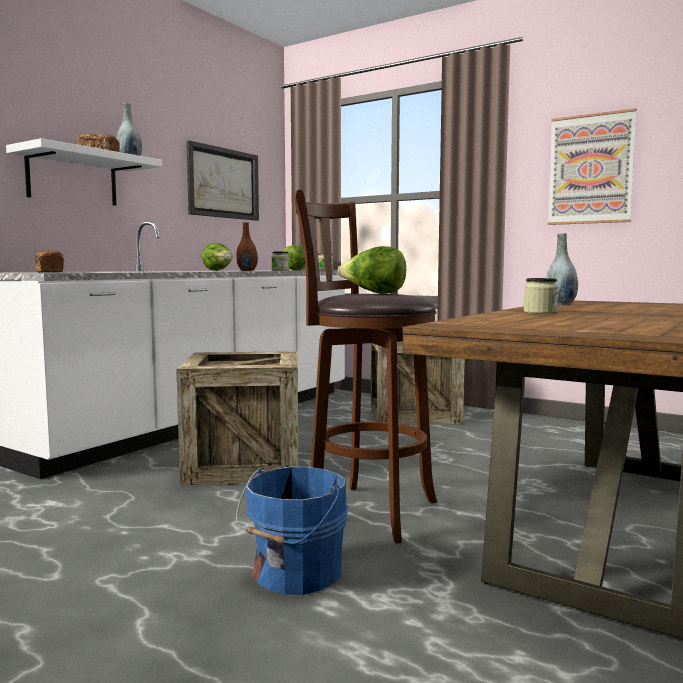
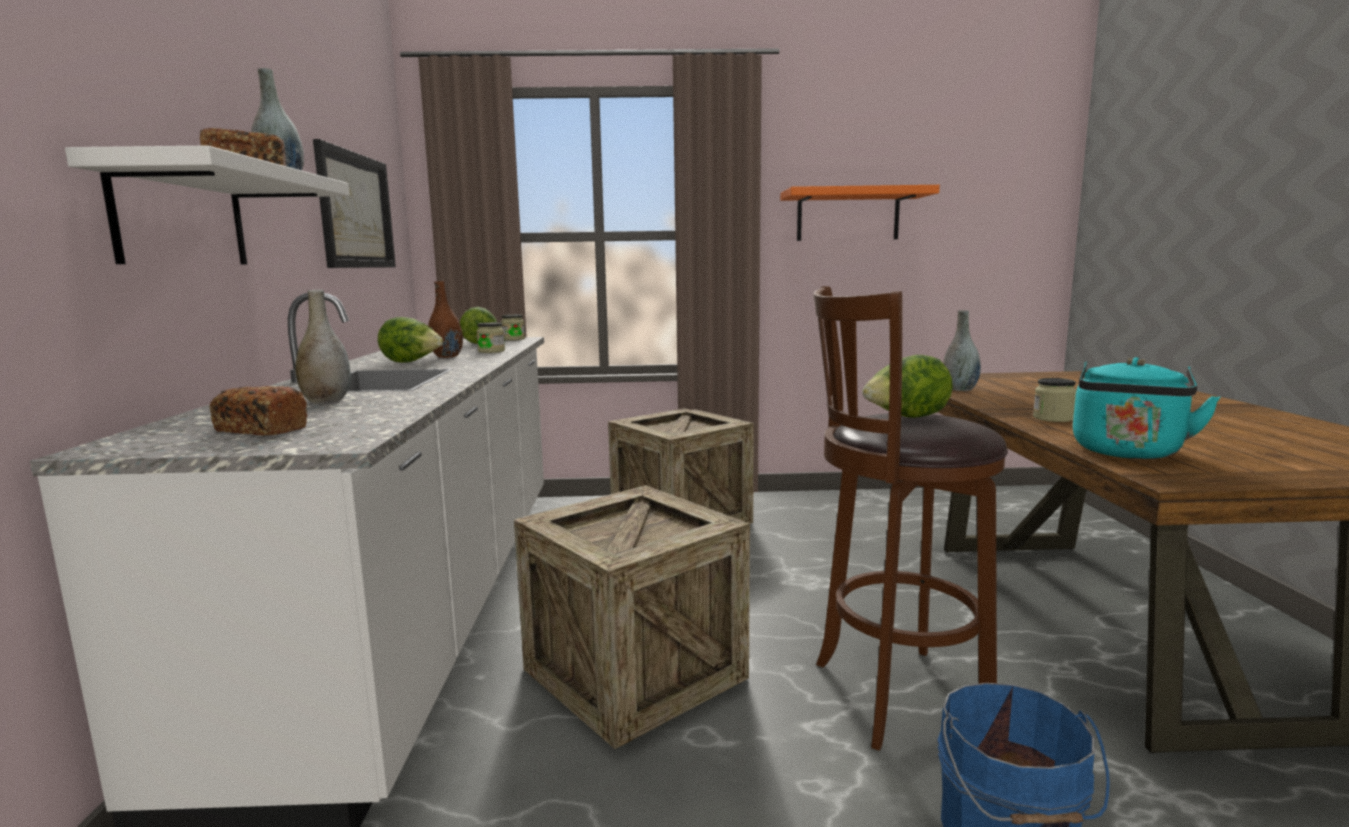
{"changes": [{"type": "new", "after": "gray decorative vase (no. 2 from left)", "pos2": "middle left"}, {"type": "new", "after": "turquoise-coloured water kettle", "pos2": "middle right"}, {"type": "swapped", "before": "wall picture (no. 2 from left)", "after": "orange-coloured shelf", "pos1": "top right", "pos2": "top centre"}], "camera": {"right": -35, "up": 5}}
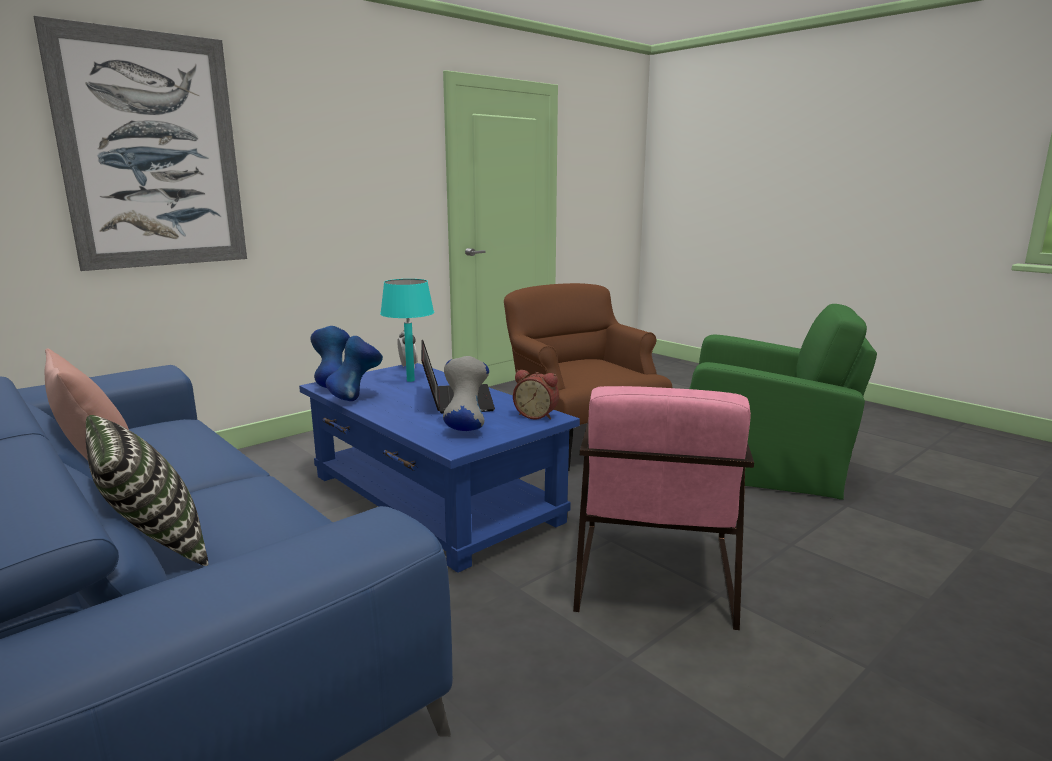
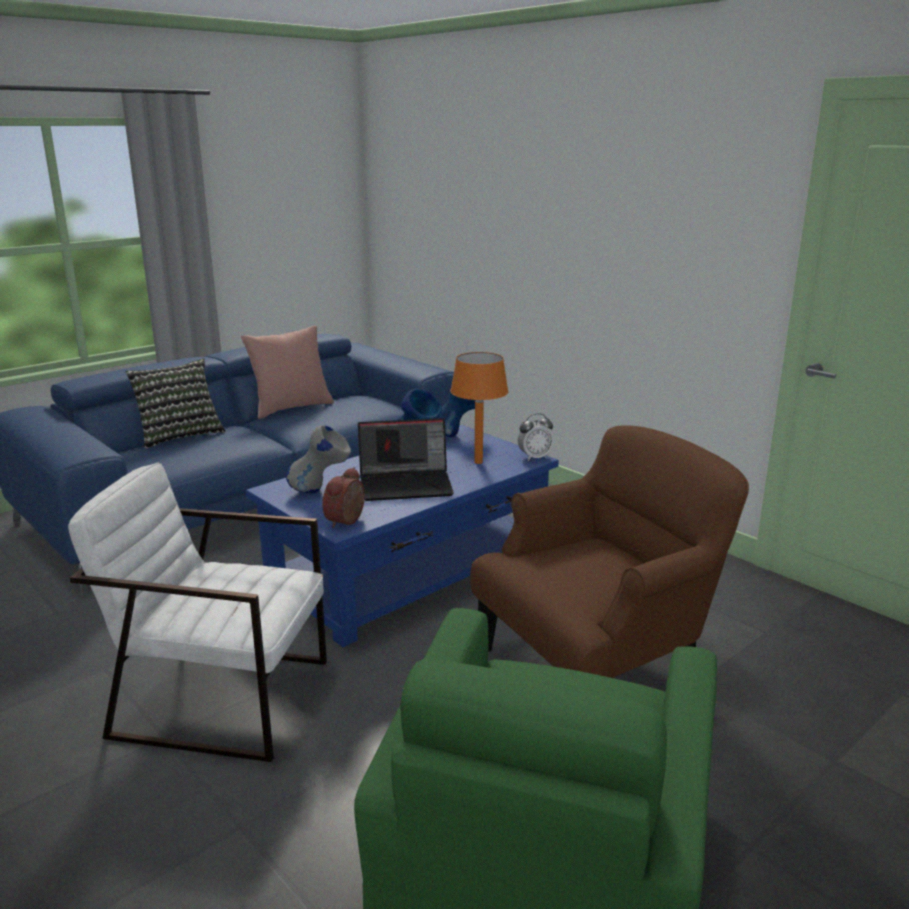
{"changes": [{"type": "gone", "before": "wall picture", "pos1": "top left"}, {"type": "repainted", "before": "turquoise-coloured tabletop lamp", "after": "orange-coloured tabletop lamp", "pos1": "centre", "pos2": "centre"}, {"type": "repainted", "before": "pinkish armchair", "after": "white-coloured armchair", "pos1": "bottom centre", "pos2": "bottom left"}], "camera": {"right": 90, "up": 5}}
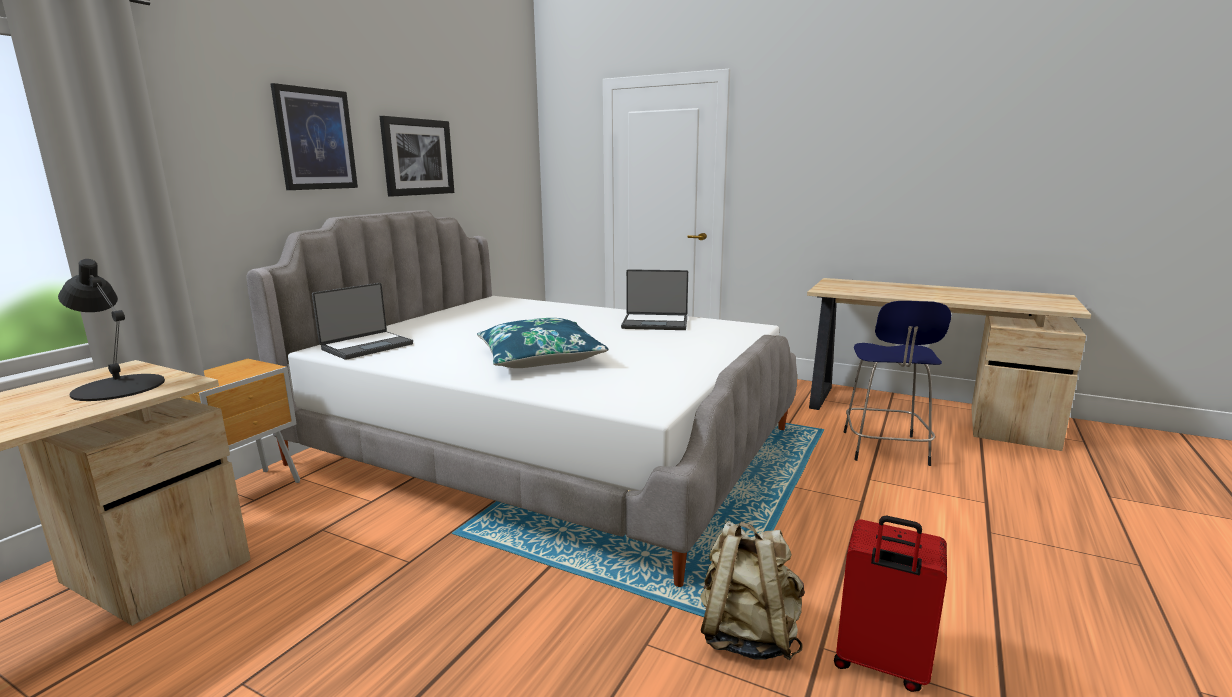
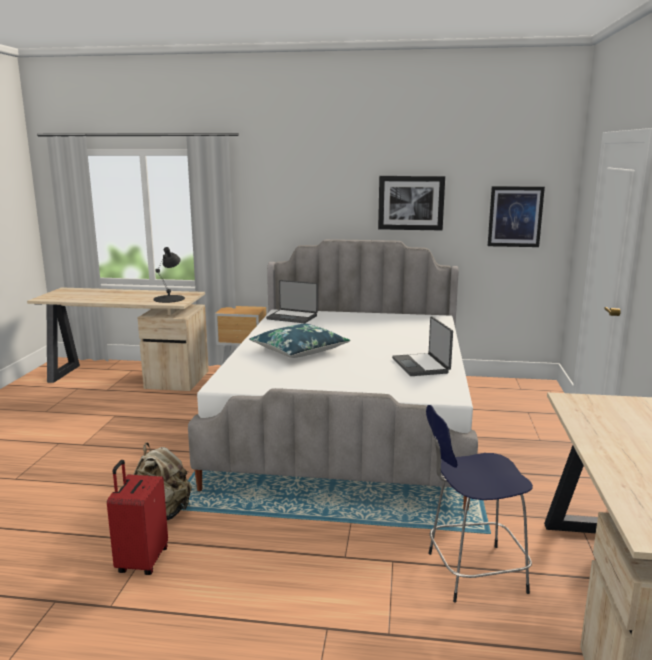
{"changes": [{"type": "shifted", "before": "wall picture (no. 1 from left in the first image)", "after": "wall picture (no. 2 from left)", "pos1": "top left", "pos2": "top right"}], "camera": {"right": 70, "up": 0}}
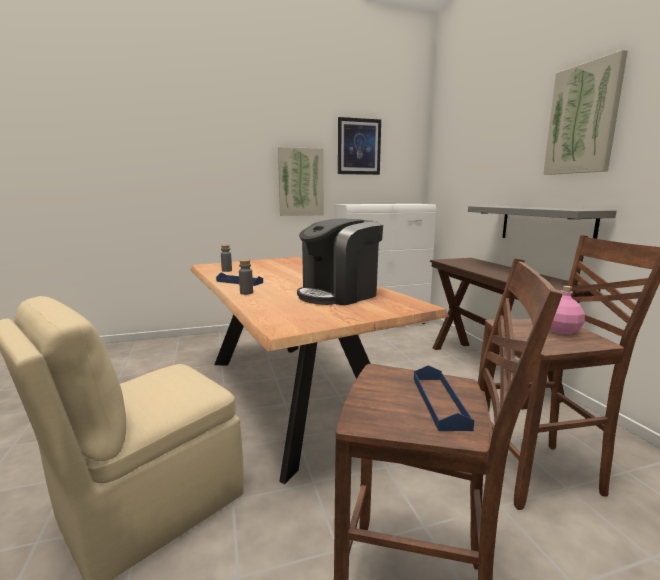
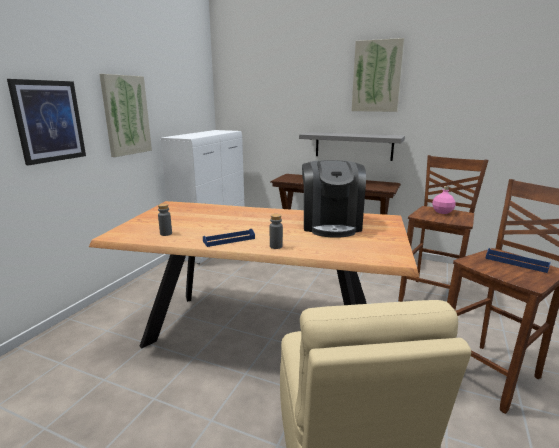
{"changes": [{"type": "shifted", "before": "wall picture (no. 2 from left in the first image)", "after": "wall picture (no. 1 from left)", "pos1": "top centre", "pos2": "top left"}], "camera": {"right": -50, "up": 5}}
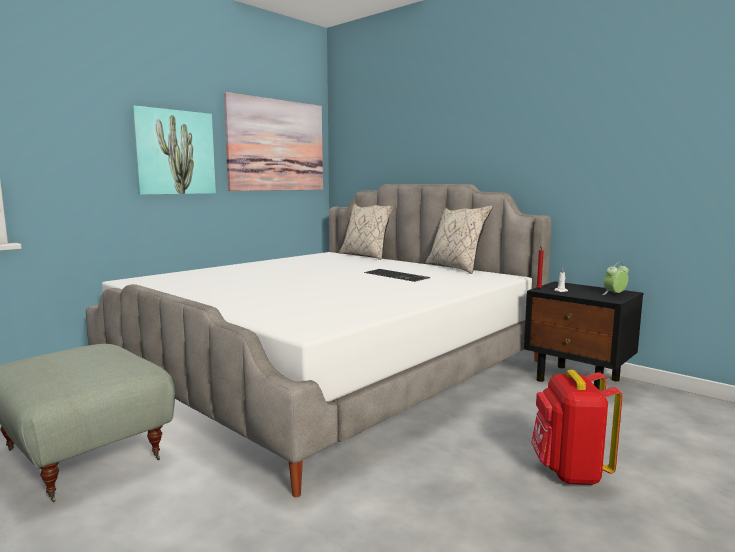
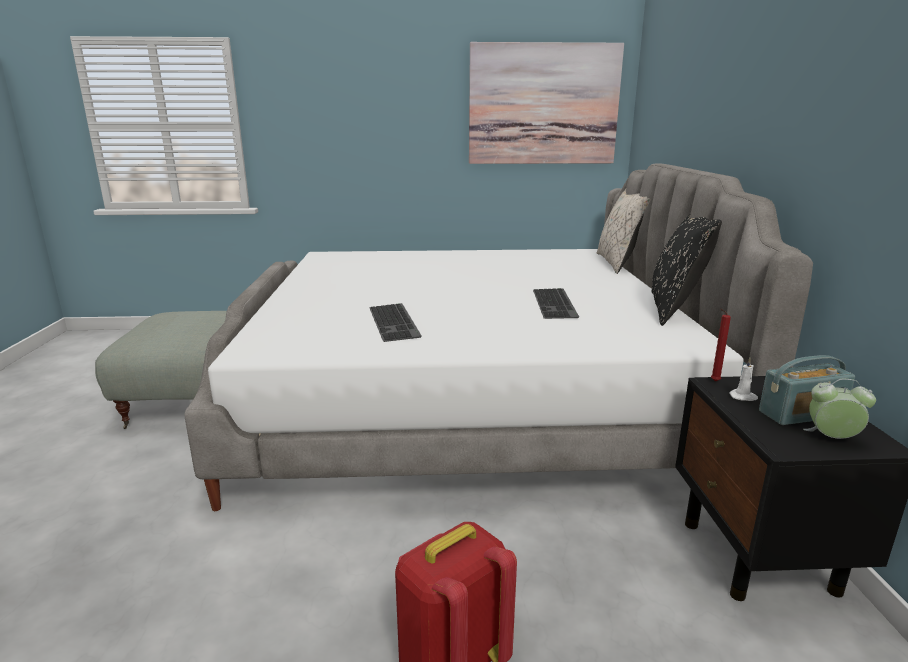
{"changes": [{"type": "gone", "before": "wall picture (no. 1 from left)", "pos1": "top left"}, {"type": "new", "after": "computer keyboard (no. 1 from left)", "pos2": "centre"}, {"type": "new", "after": "radio set", "pos2": "middle right"}, {"type": "repainted", "before": "beige-coloured throw pillow (no. 2 from left)", "after": "black throw pillow", "pos1": "centre", "pos2": "middle right"}], "camera": {"right": 45, "up": 10}}
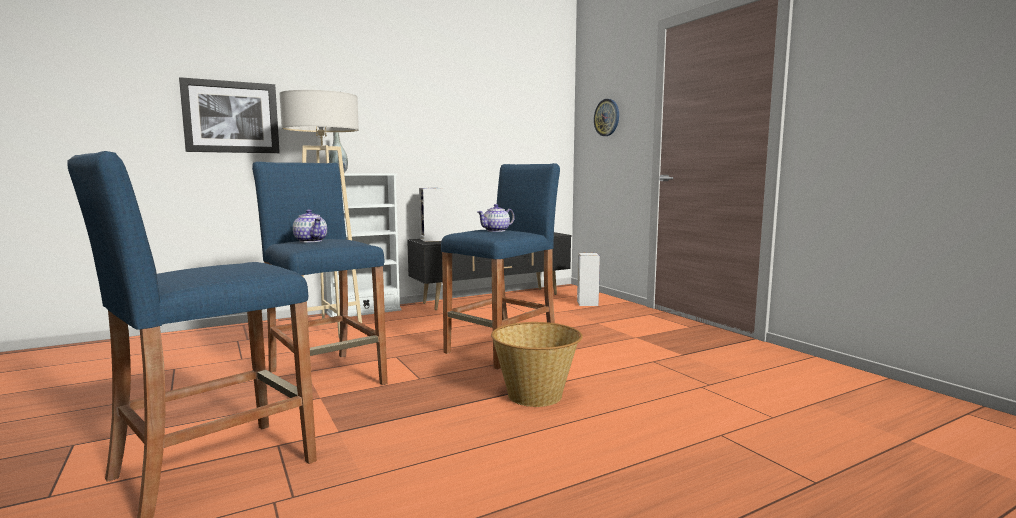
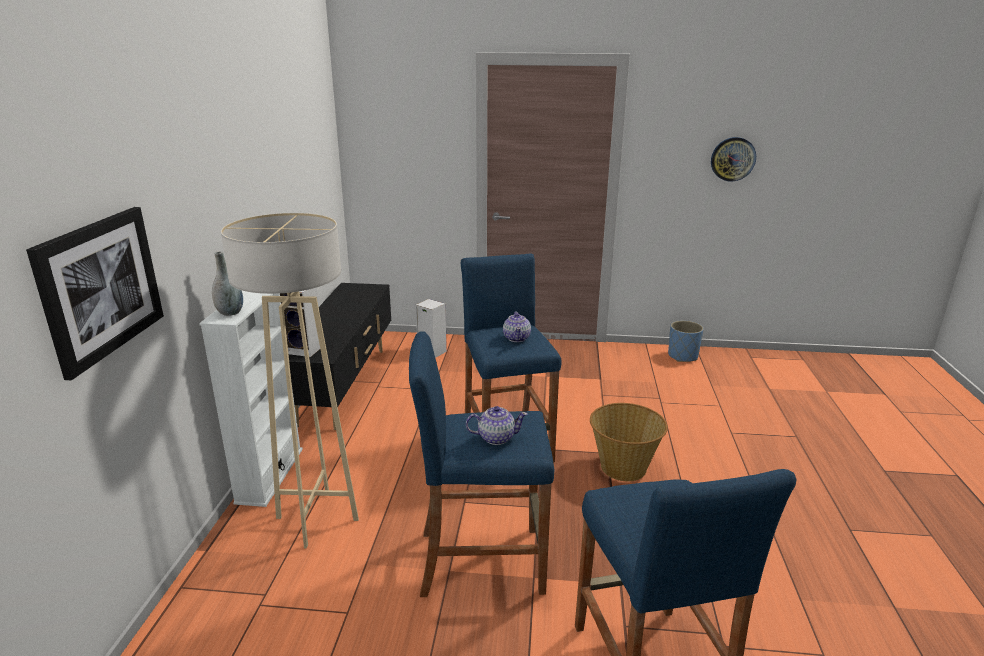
{"changes": [{"type": "new", "after": "blue-coloured flower pot", "pos2": "middle right"}, {"type": "shifted", "before": "clock on the wall", "pos1": "top centre", "pos2": "top right"}], "camera": {"right": -55, "up": 15}}
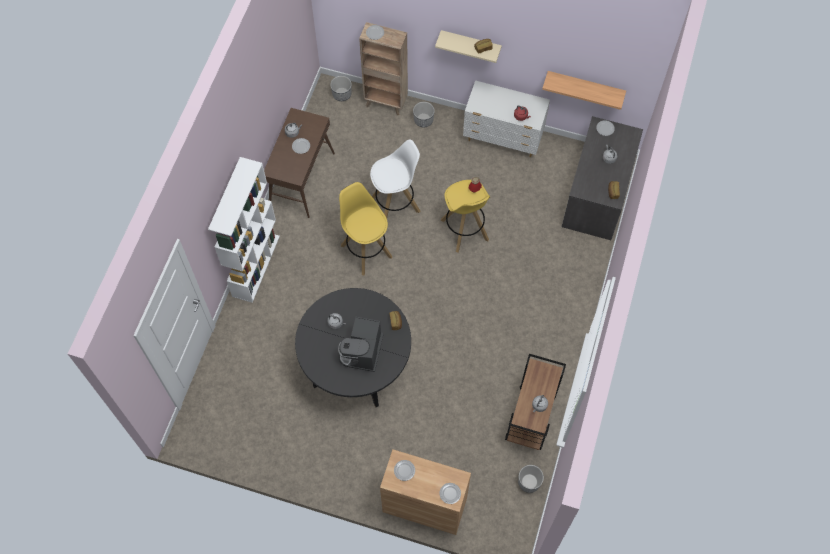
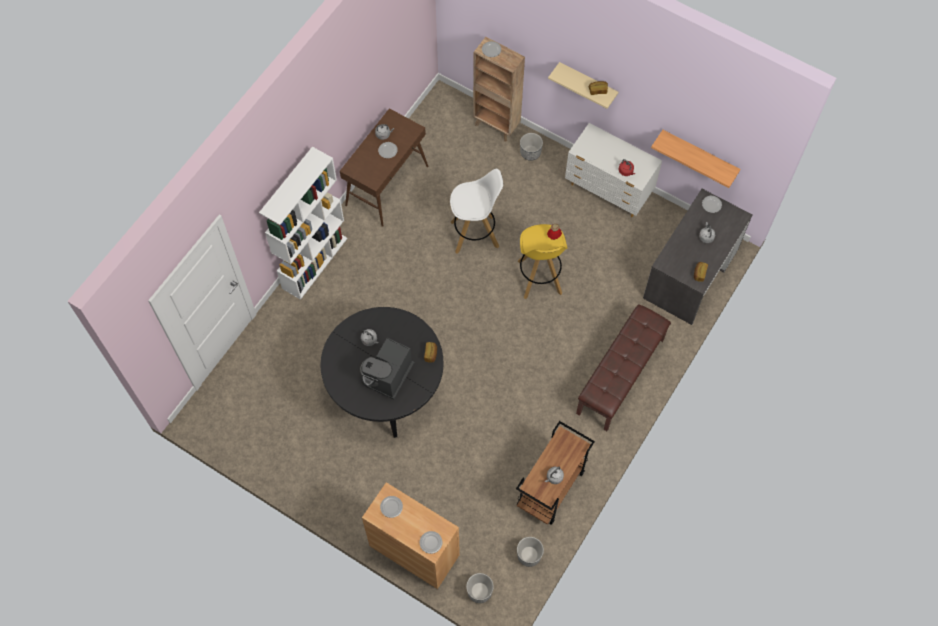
{"changes": [{"type": "gone", "before": "yellow-coloured stool (no. 1 from left)", "pos1": "centre"}, {"type": "new", "after": "brown long seat", "pos2": "centre"}, {"type": "shifted", "before": "flower pot (no. 1 from left)", "pos1": "top centre", "pos2": "bottom centre"}], "camera": {"right": 15, "up": 0}}
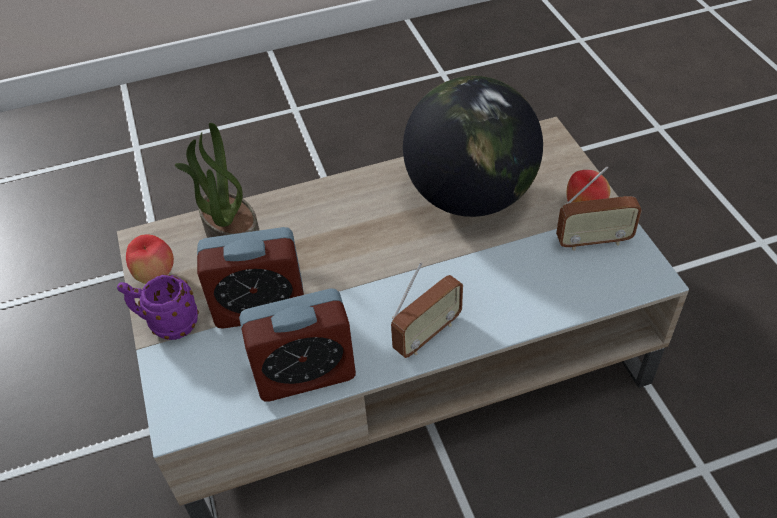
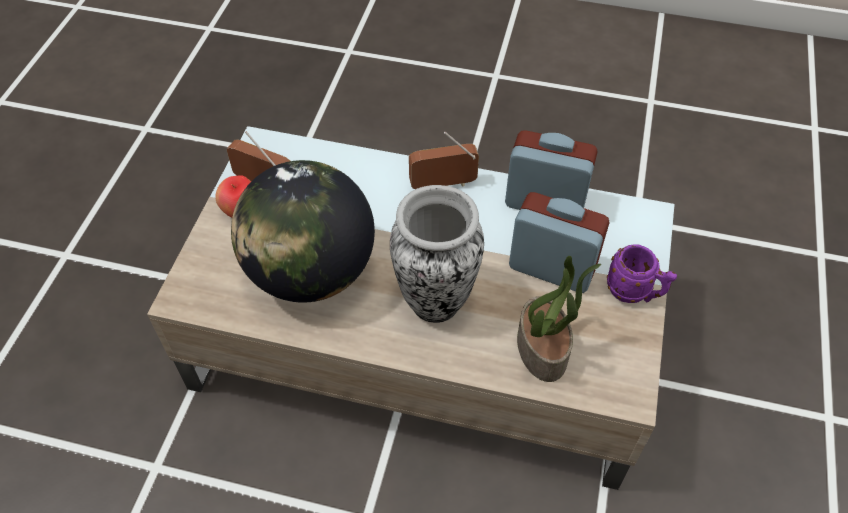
{"changes": [{"type": "gone", "before": "whole apple (no. 1 from left)", "pos1": "middle left"}, {"type": "new", "after": "decorative vase", "pos2": "centre"}], "camera": {"right": -150, "up": 5}}
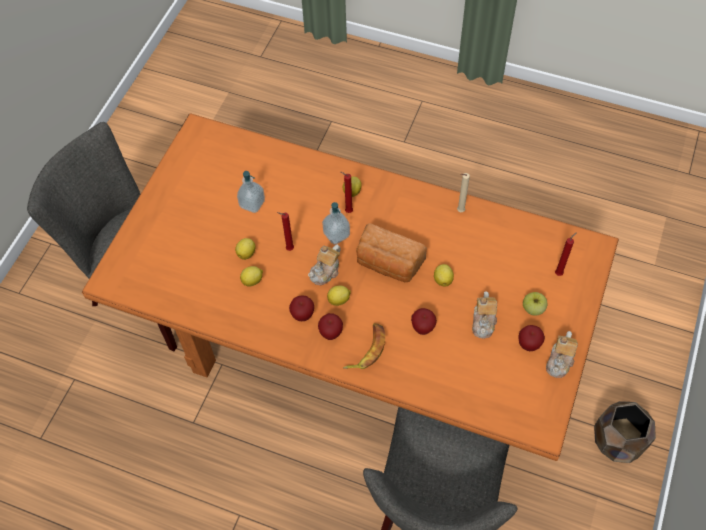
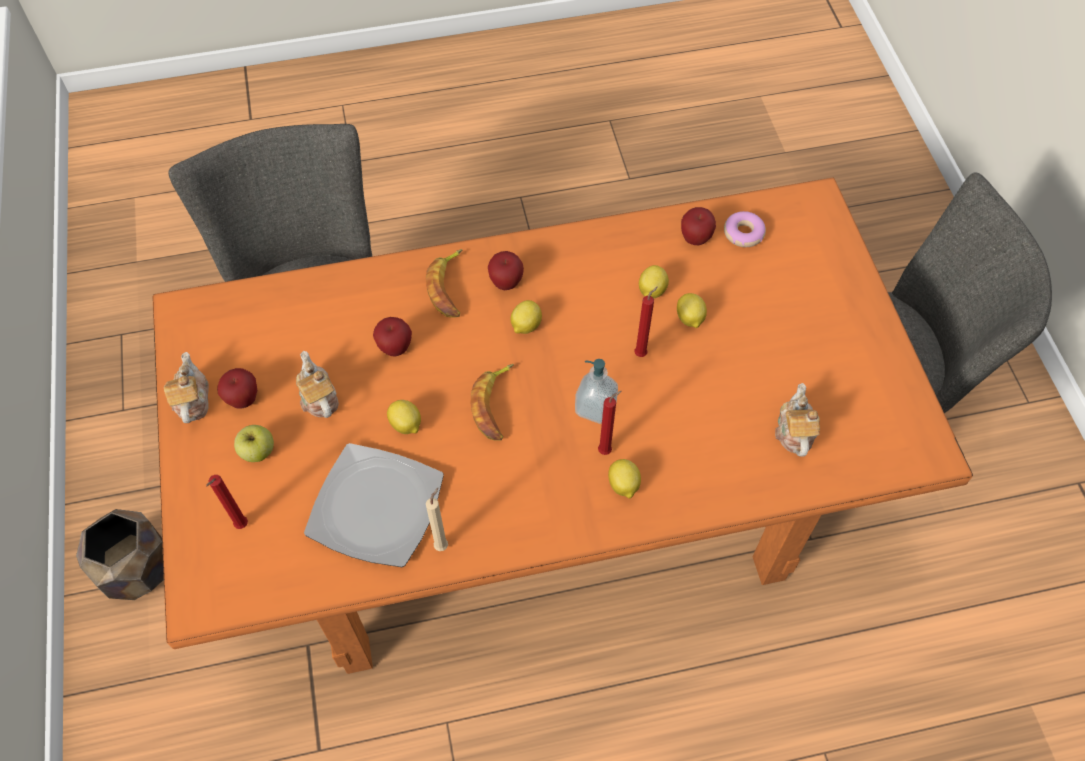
{"changes": [{"type": "gone", "before": "liquid soap bottle (no. 1 from left)", "pos1": "centre"}, {"type": "new", "after": "flat dish", "pos2": "centre"}, {"type": "new", "after": "donut", "pos2": "top right"}, {"type": "shifted", "before": "whole apple (no. 1 from left in the first image)", "after": "whole apple (no. 5 from left)", "pos1": "centre", "pos2": "top centre"}, {"type": "shifted", "before": "pot for tea (no. 1 from left in the first image)", "after": "pot for tea (no. 3 from left)", "pos1": "centre", "pos2": "middle right"}, {"type": "swapped", "before": "baked bread", "after": "banana (no. 2 from left)", "pos1": "centre", "pos2": "centre"}], "camera": {"right": 145, "up": 0}}
